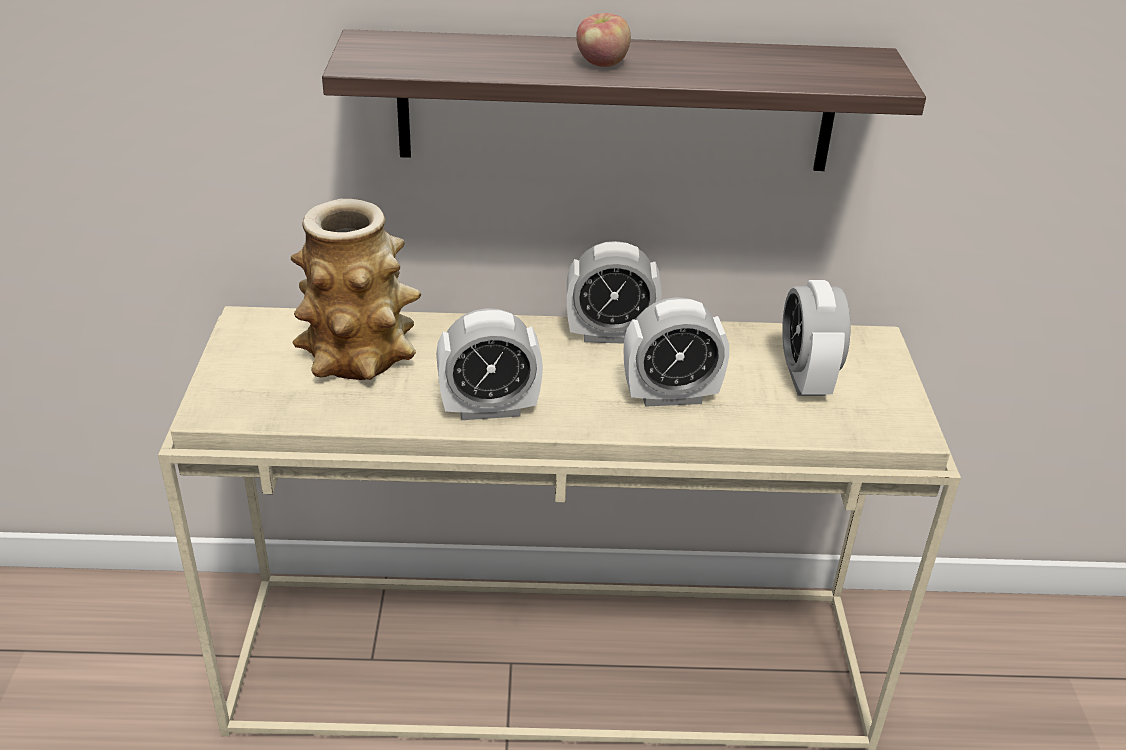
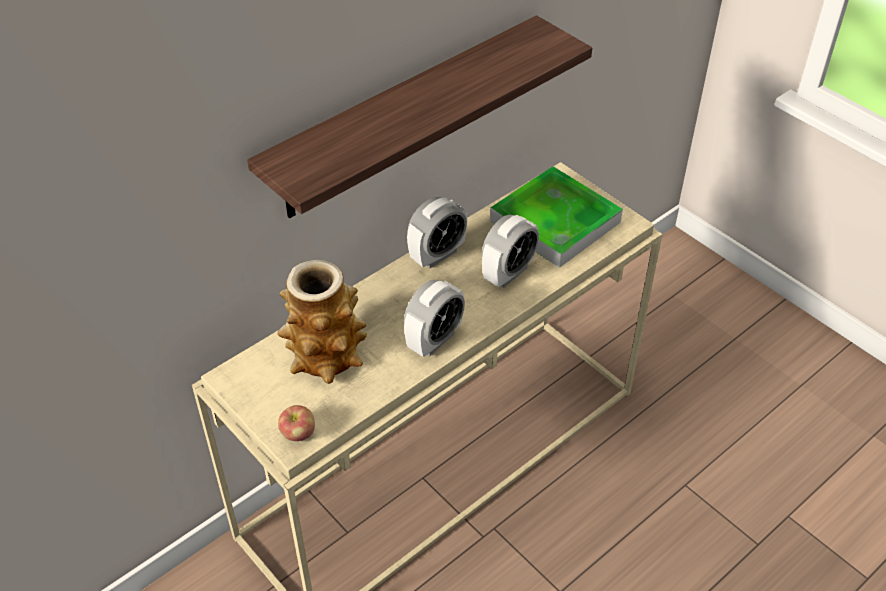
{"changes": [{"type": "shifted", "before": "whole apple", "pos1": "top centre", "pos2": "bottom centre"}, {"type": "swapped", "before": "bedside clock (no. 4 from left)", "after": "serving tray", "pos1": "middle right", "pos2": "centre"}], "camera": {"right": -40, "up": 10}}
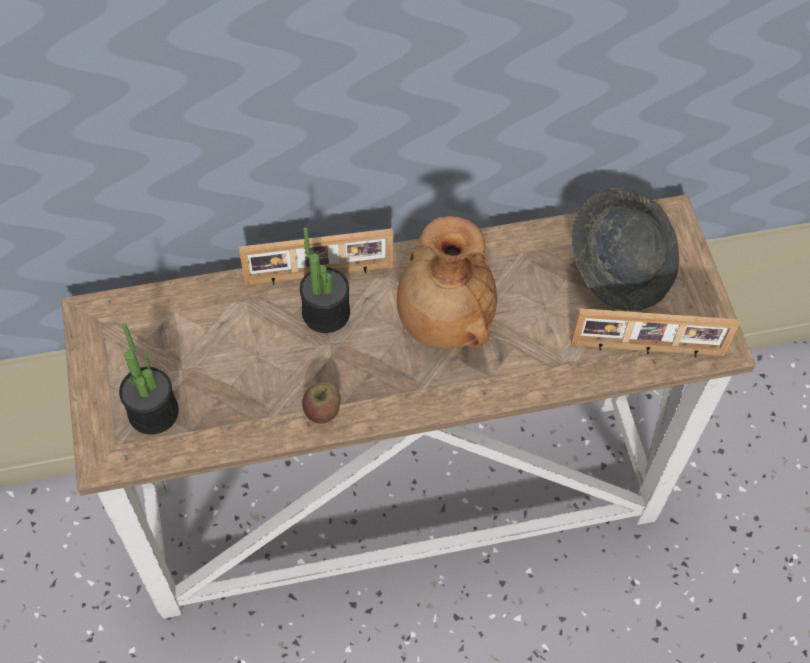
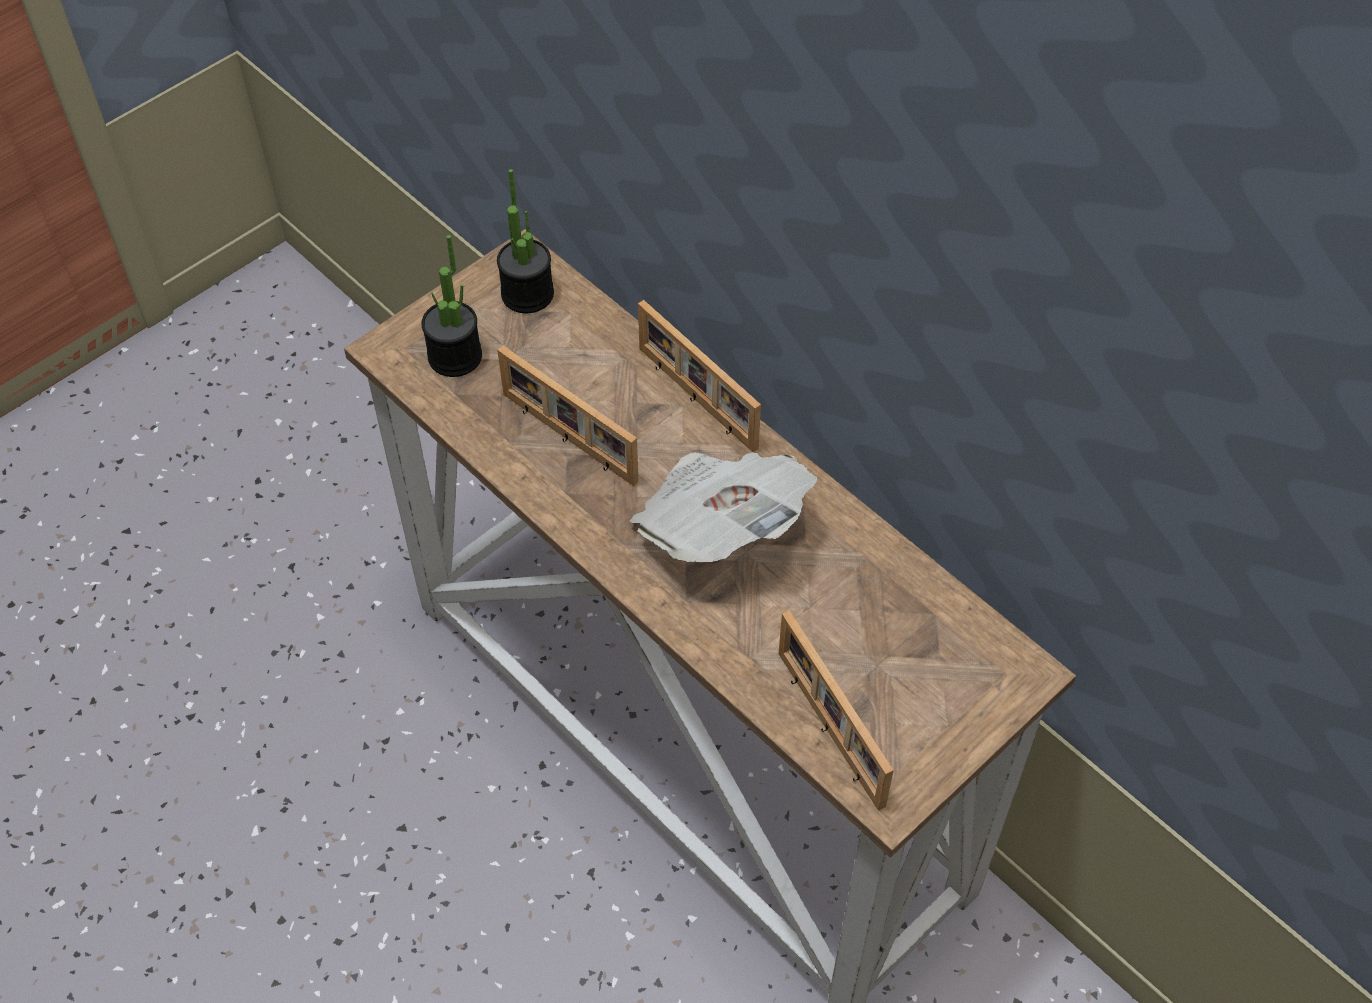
{"changes": [{"type": "gone", "before": "whole apple", "pos1": "centre"}, {"type": "gone", "before": "gray clothing hat", "pos1": "middle right"}, {"type": "new", "after": "photo frame (no. 1 from left)", "pos2": "centre"}, {"type": "shifted", "before": "plant in a pot (no. 2 from left)", "pos1": "centre", "pos2": "top centre"}, {"type": "swapped", "before": "brown decorative vase", "after": "daily paper", "pos1": "centre", "pos2": "centre"}], "camera": {"right": 60, "up": -5}}
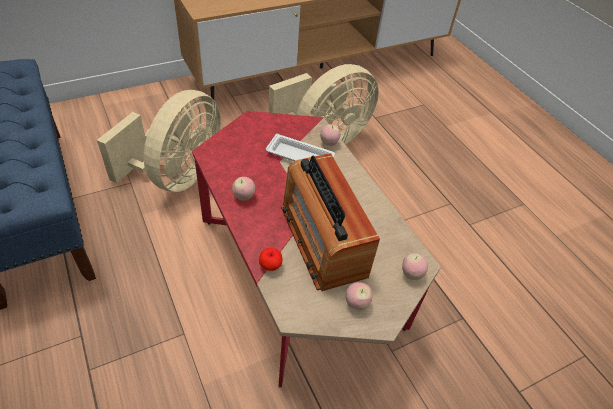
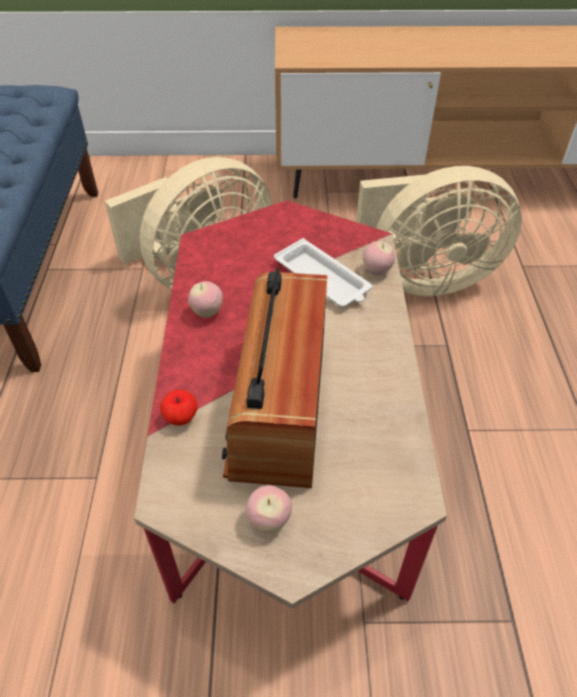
{"changes": [{"type": "gone", "before": "whole apple (no. 5 from left)", "pos1": "middle right"}], "camera": {"right": 30, "up": 0}}
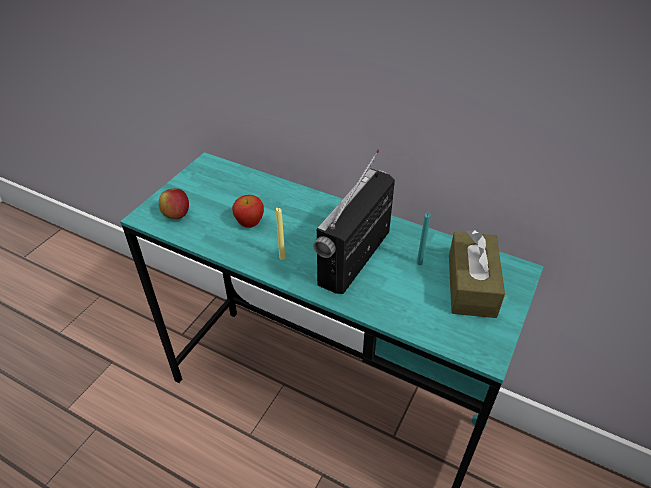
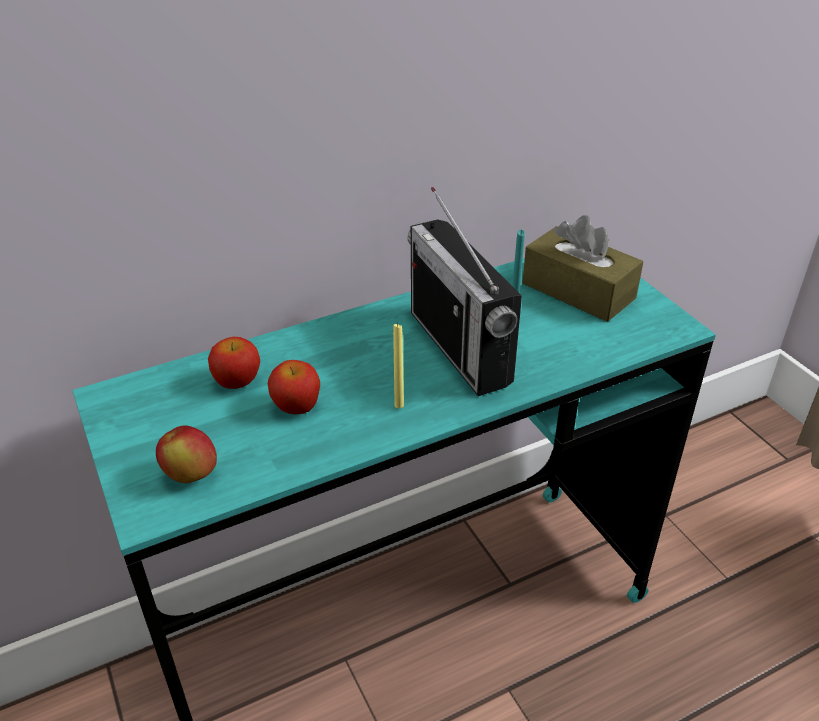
{"changes": [{"type": "new", "after": "whole apple (no. 2 from left)", "pos2": "middle left"}], "camera": {"right": -55, "up": -5}}
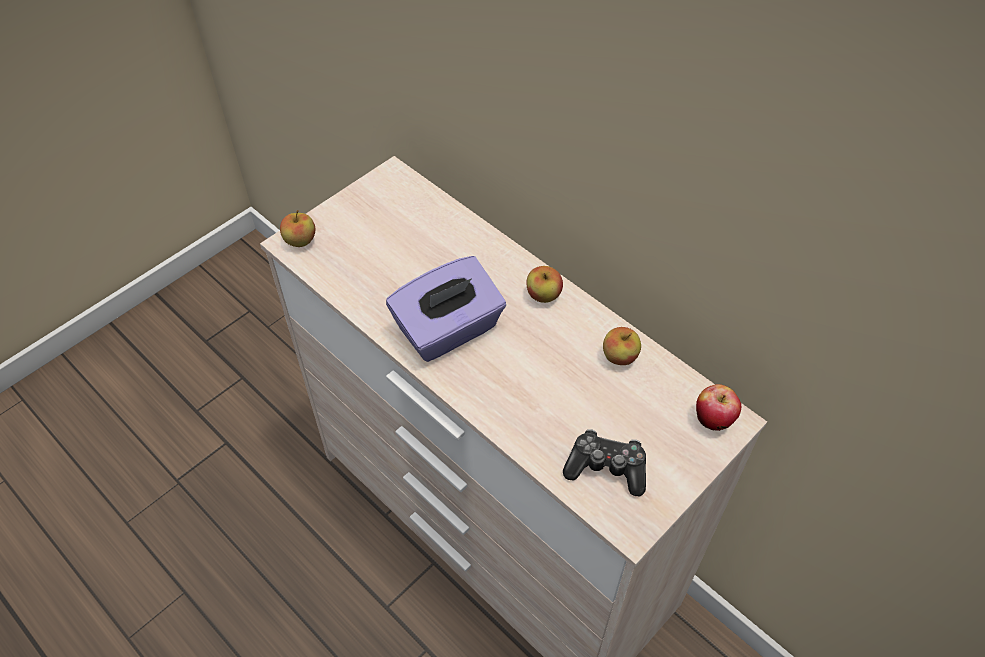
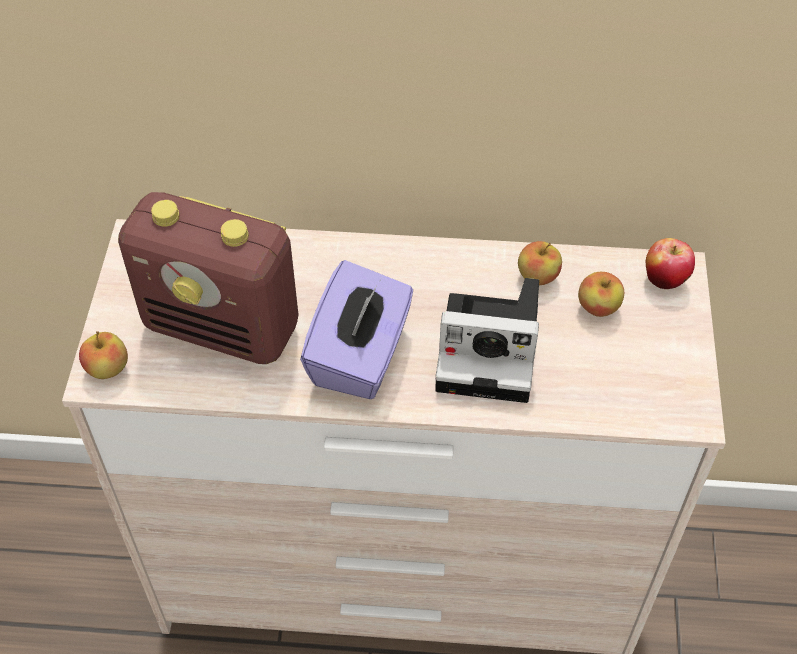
{"changes": [{"type": "gone", "before": "joypad", "pos1": "bottom centre"}, {"type": "new", "after": "radio set", "pos2": "middle left"}, {"type": "new", "after": "photo camera", "pos2": "centre"}, {"type": "shifted", "before": "whole apple (no. 2 from left in the first image)", "after": "whole apple (no. 3 from left)", "pos1": "centre", "pos2": "middle right"}], "camera": {"right": -40, "up": 0}}
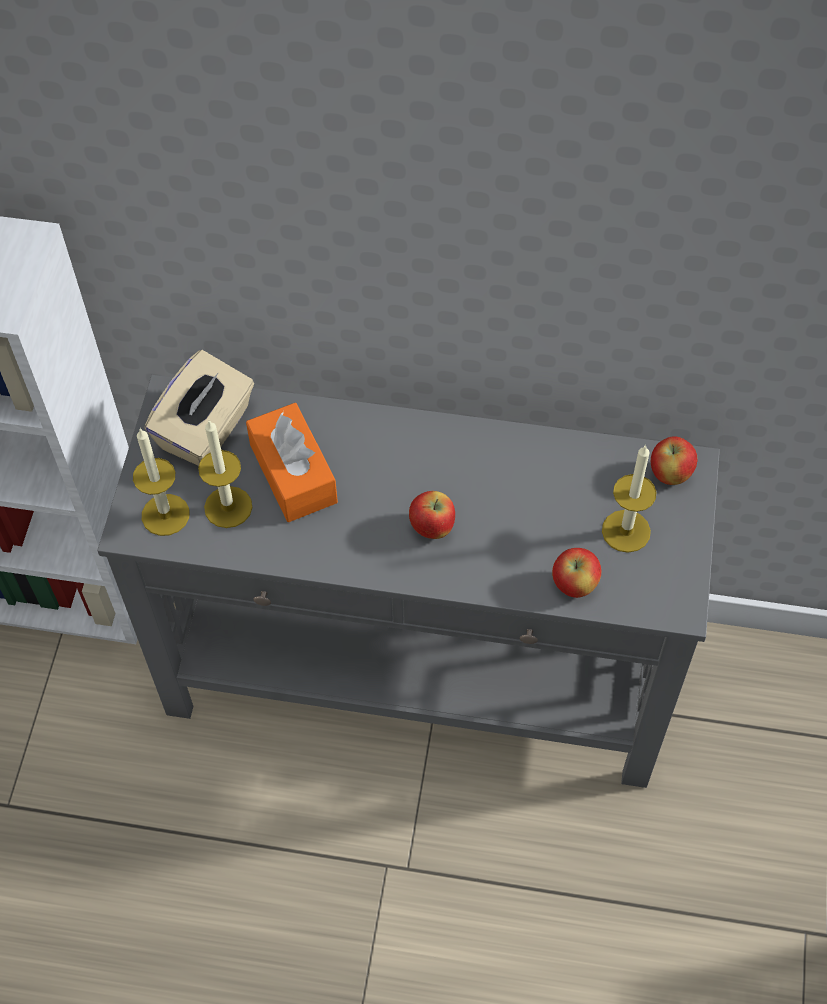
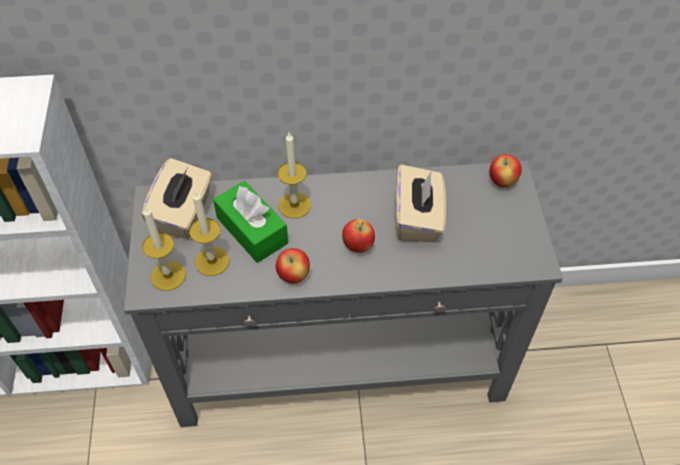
{"changes": [{"type": "new", "after": "beige-coloured box of tissues (no. 2 from left)", "pos2": "centre"}, {"type": "shifted", "before": "whole apple (no. 2 from left in the first image)", "after": "whole apple (no. 1 from left)", "pos1": "middle right", "pos2": "centre"}, {"type": "shifted", "before": "wax light (no. 3 from left)", "pos1": "middle right", "pos2": "centre"}, {"type": "repainted", "before": "orange-coloured box of tissues", "after": "green-coloured box of tissues", "pos1": "centre", "pos2": "centre"}], "camera": {"right": -15, "up": -5}}
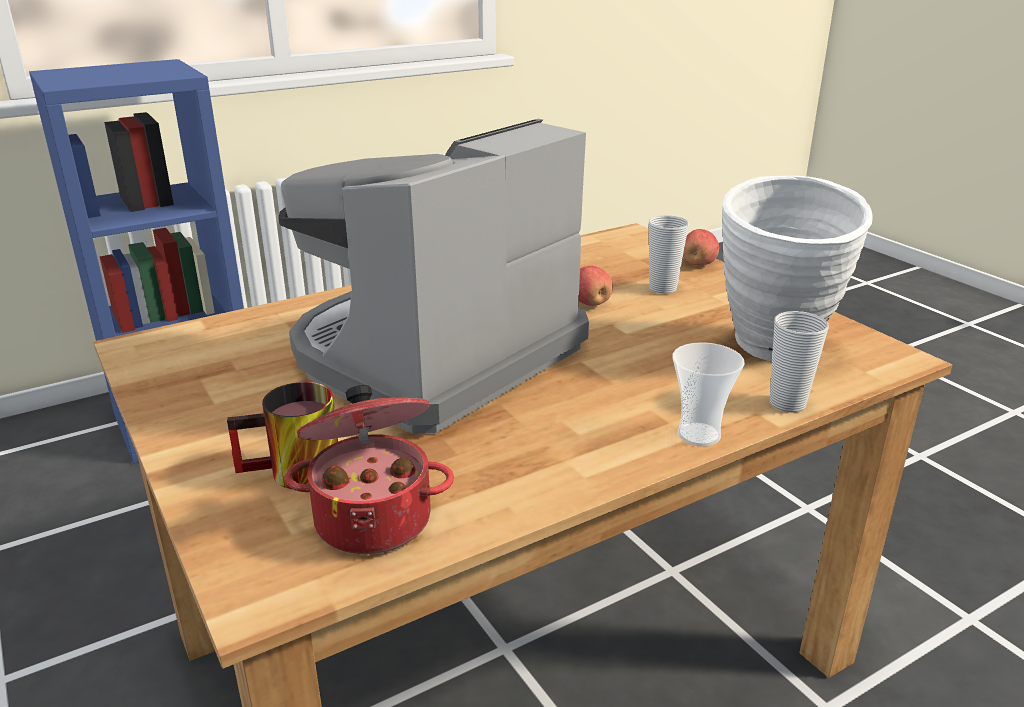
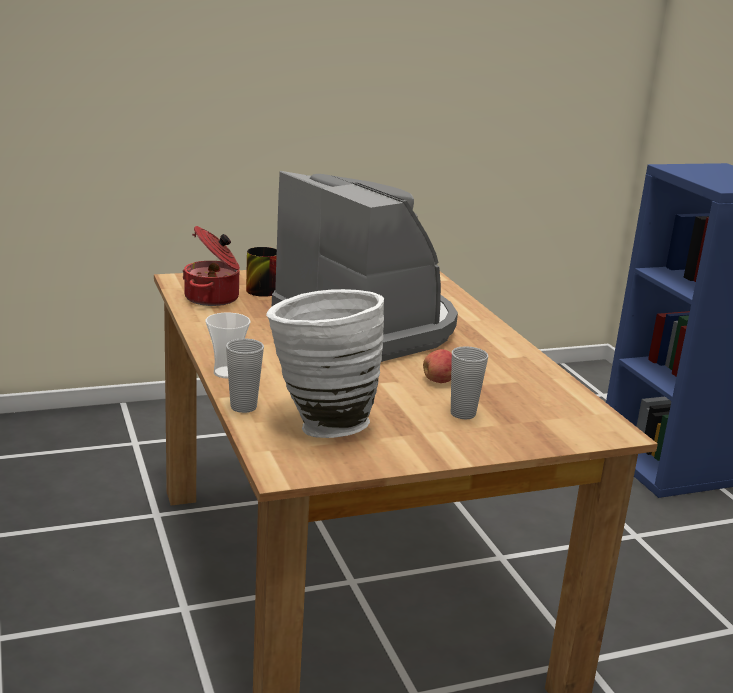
{"changes": [{"type": "gone", "before": "whole apple (no. 2 from left)", "pos1": "middle right"}], "camera": {"right": 100, "up": -5}}
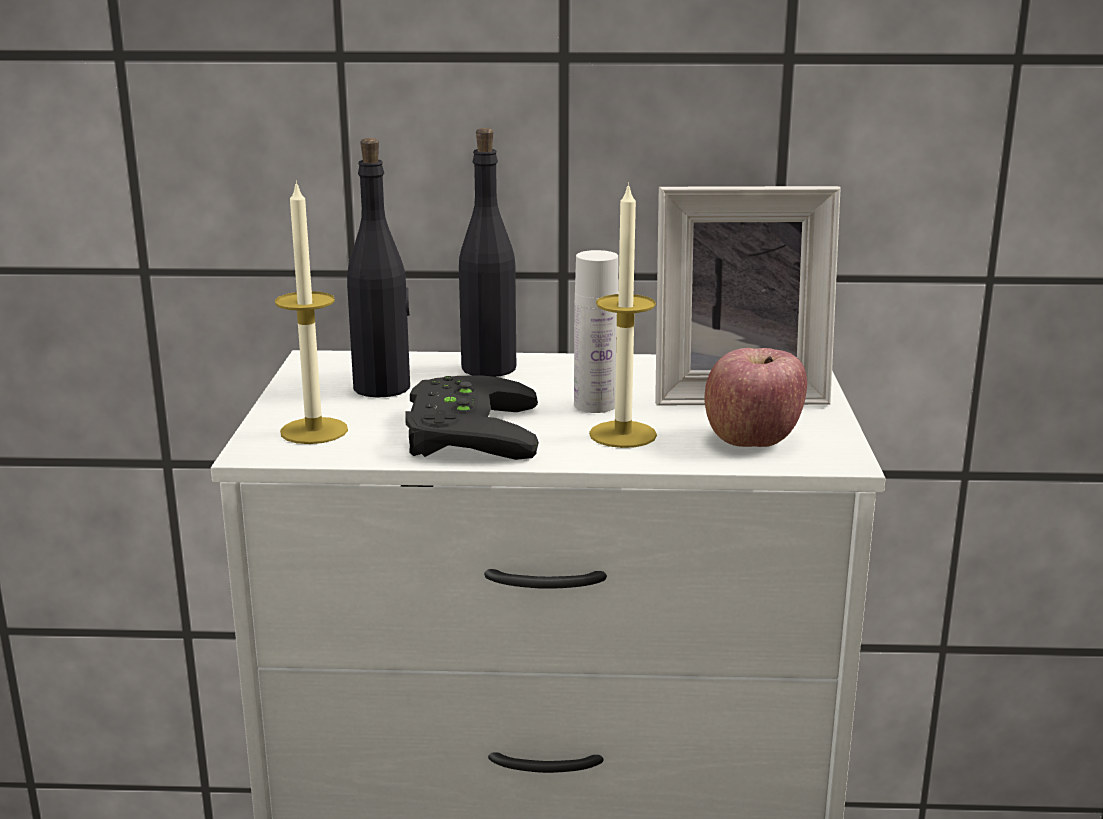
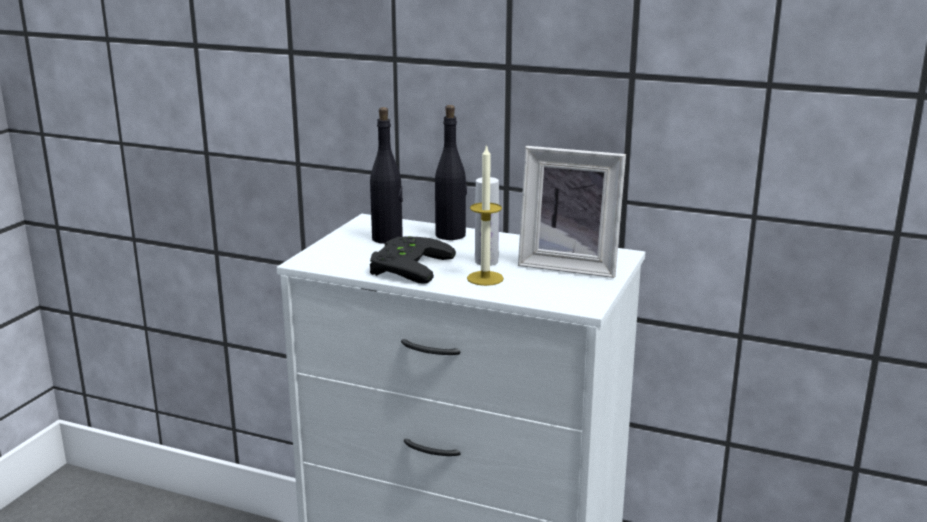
{"changes": [{"type": "gone", "before": "wax light (no. 1 from left)", "pos1": "middle left"}, {"type": "gone", "before": "whole apple", "pos1": "middle right"}], "camera": {"right": 20, "up": 0}}
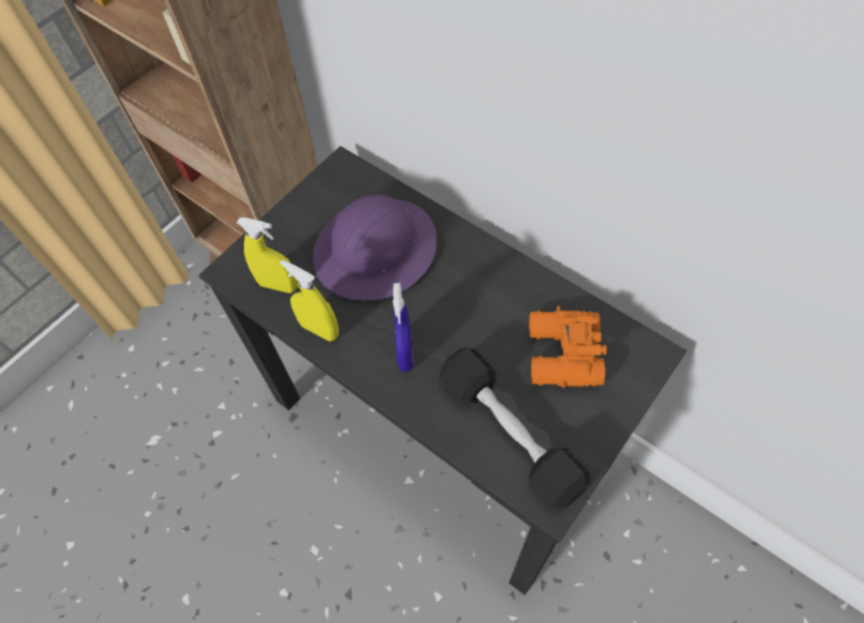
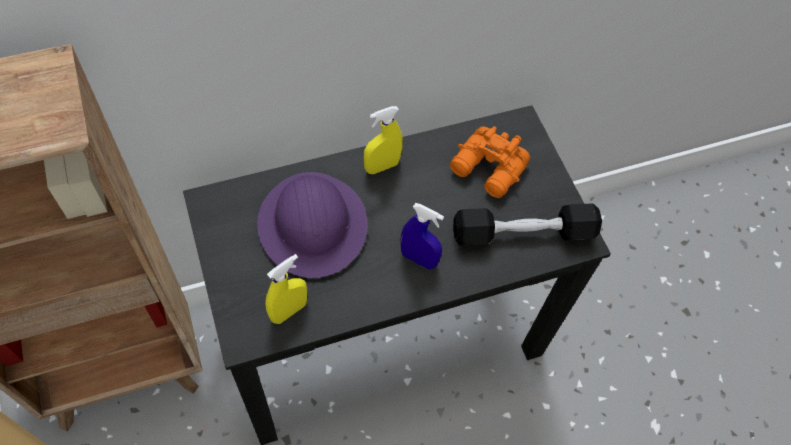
{"changes": [{"type": "shifted", "before": "yellow-coloured hand sprayer (no. 2 from left)", "pos1": "centre", "pos2": "top centre"}], "camera": {"right": -65, "up": 0}}
